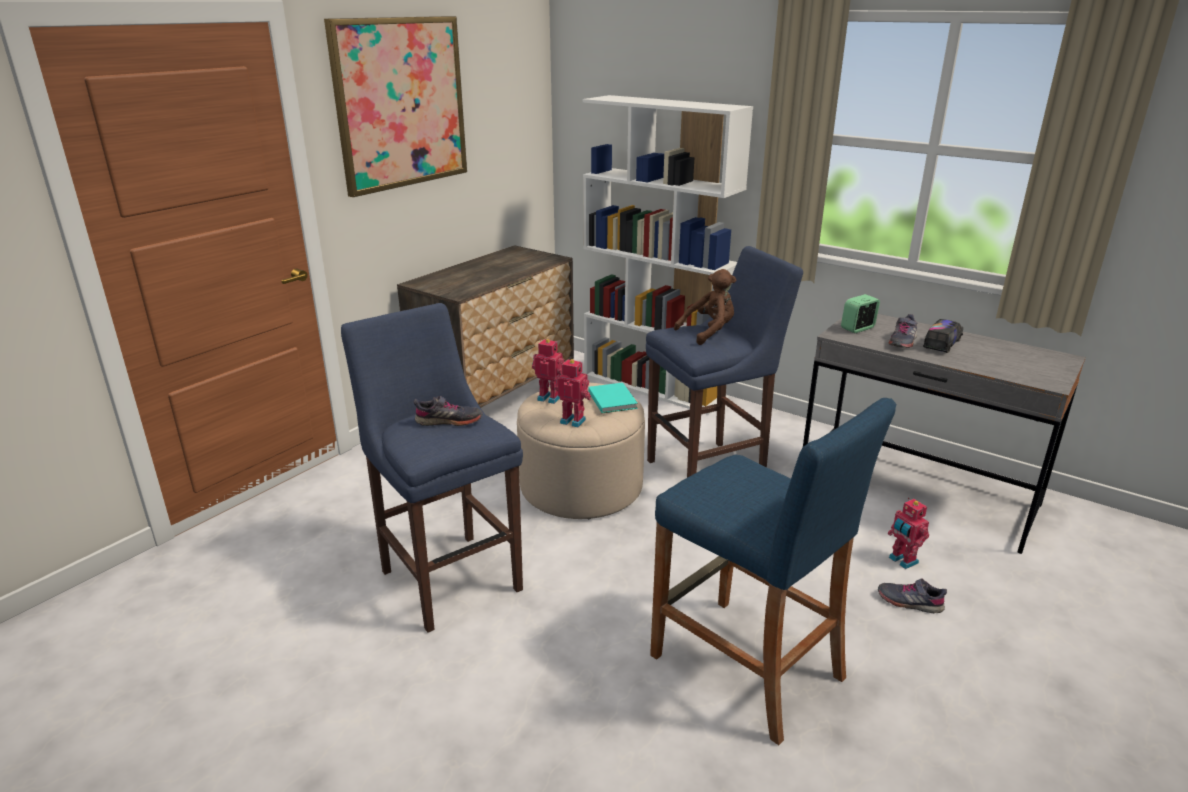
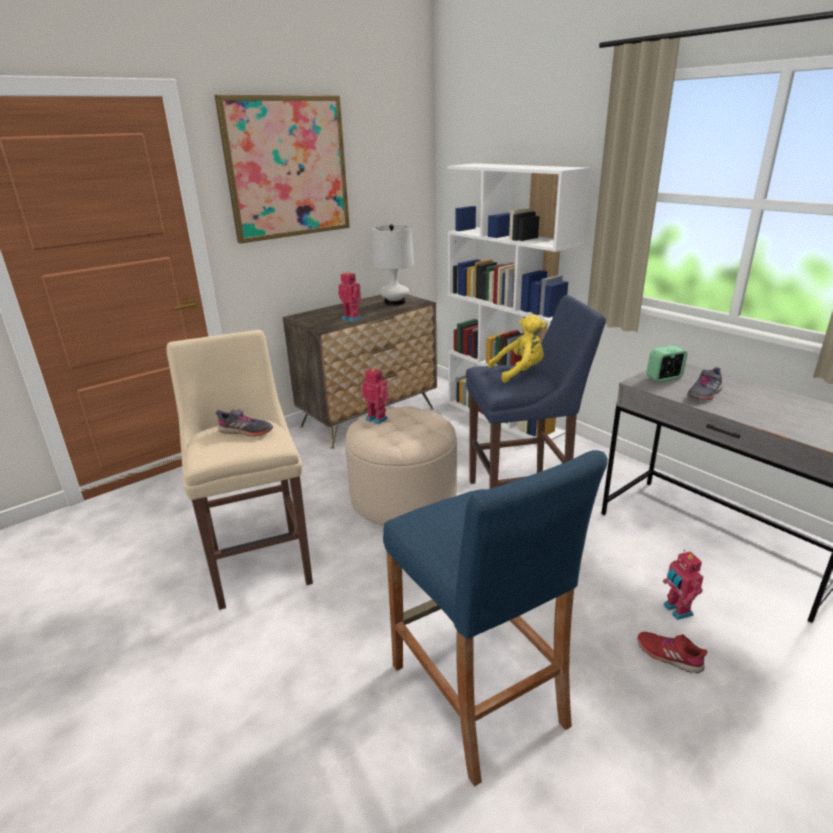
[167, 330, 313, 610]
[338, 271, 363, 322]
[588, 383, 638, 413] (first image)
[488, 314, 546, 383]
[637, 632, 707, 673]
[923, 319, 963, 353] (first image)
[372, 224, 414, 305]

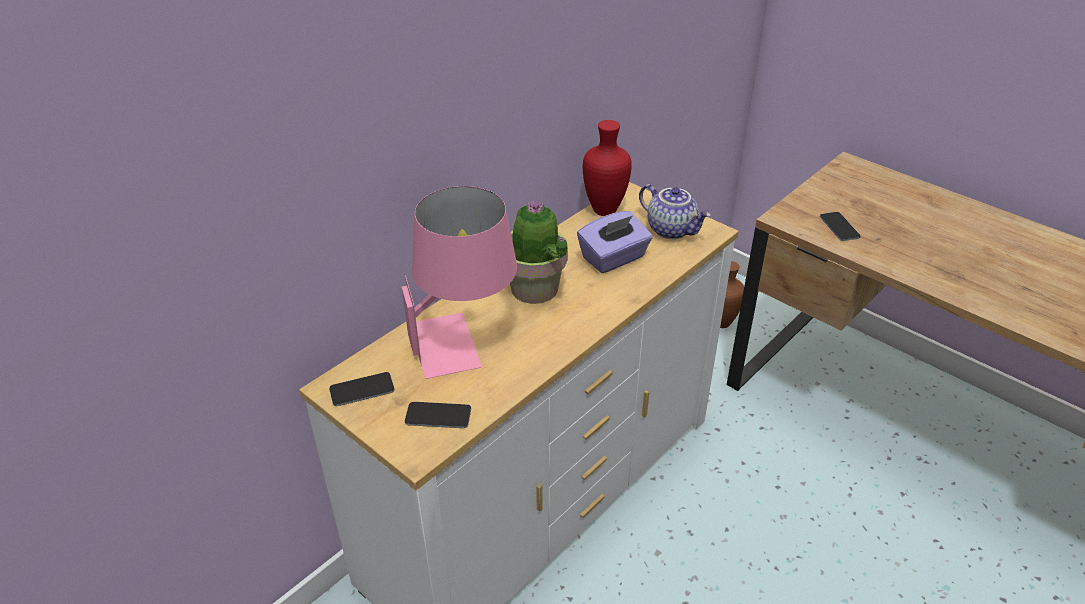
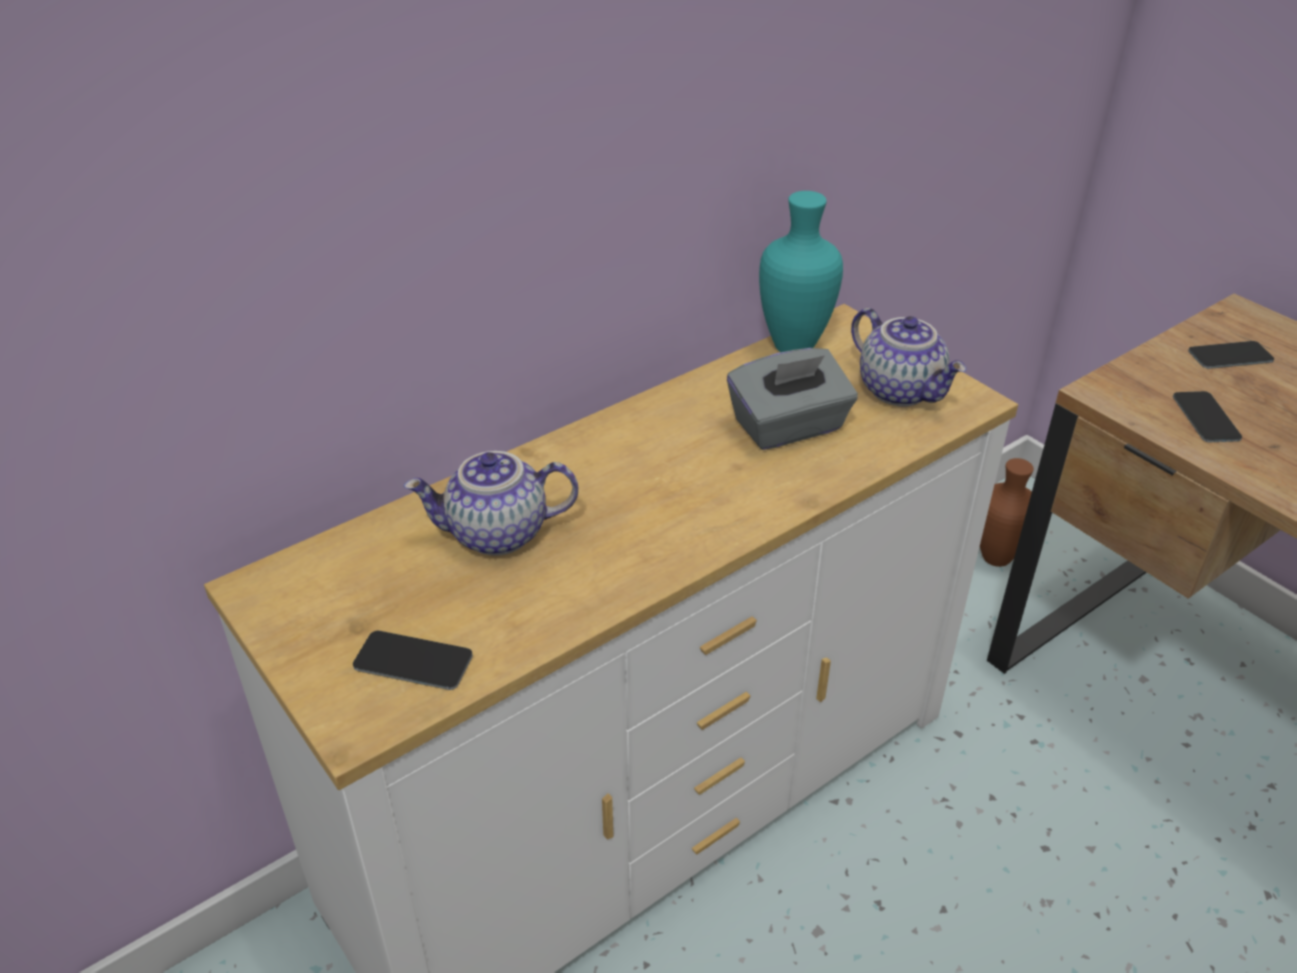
[1188, 341, 1274, 369]
[404, 451, 578, 556]
[510, 200, 568, 304] (first image)
[727, 348, 858, 450]
[759, 191, 843, 352]

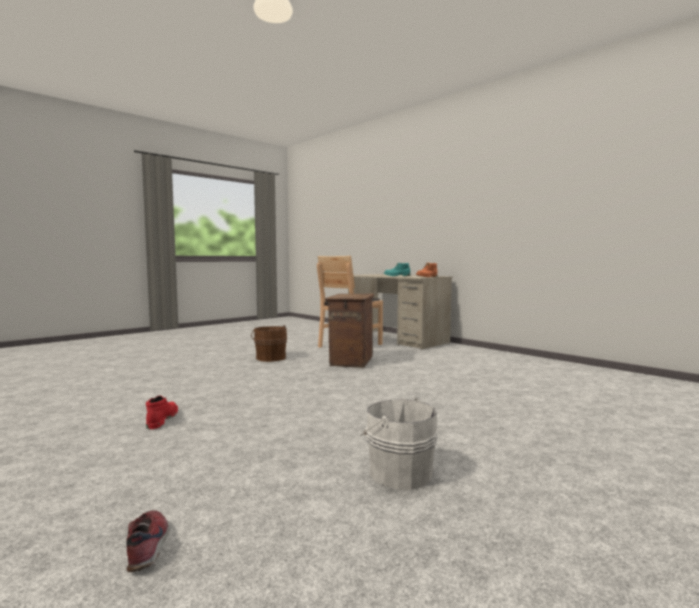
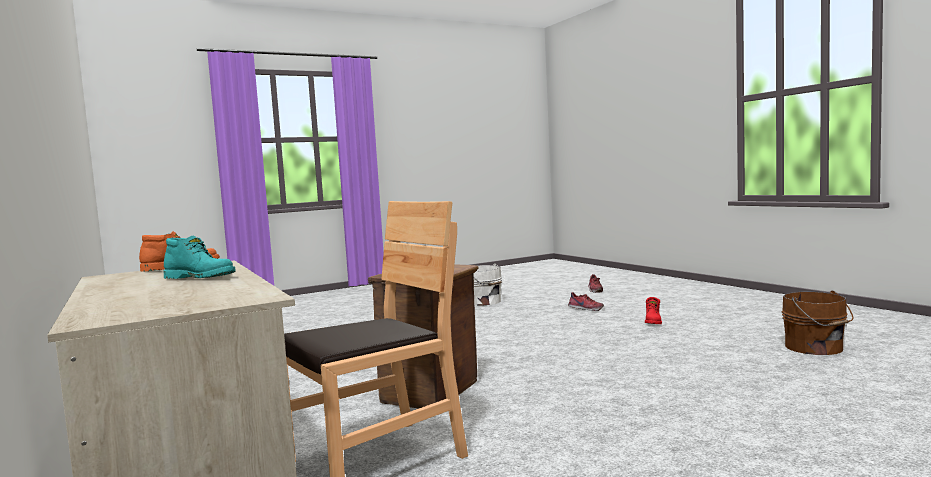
[781, 291, 854, 355]
[568, 292, 604, 311]

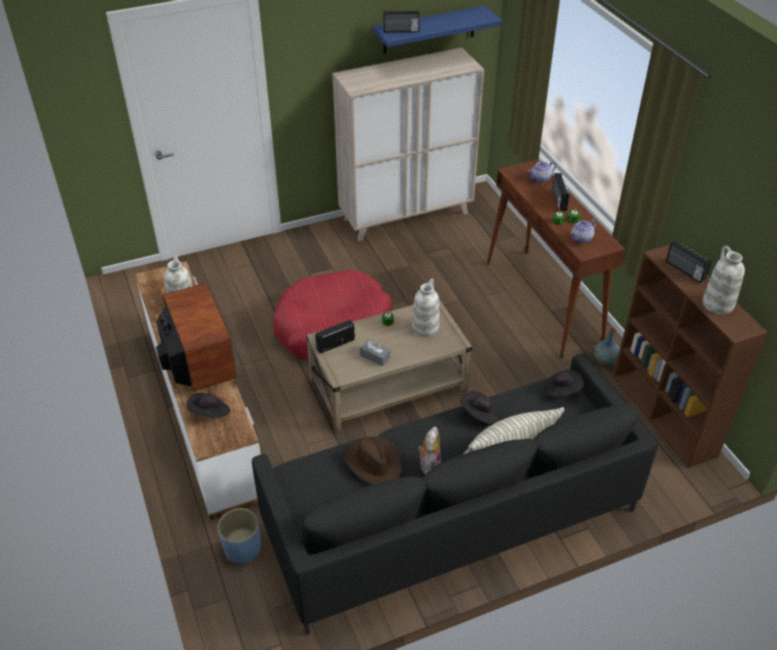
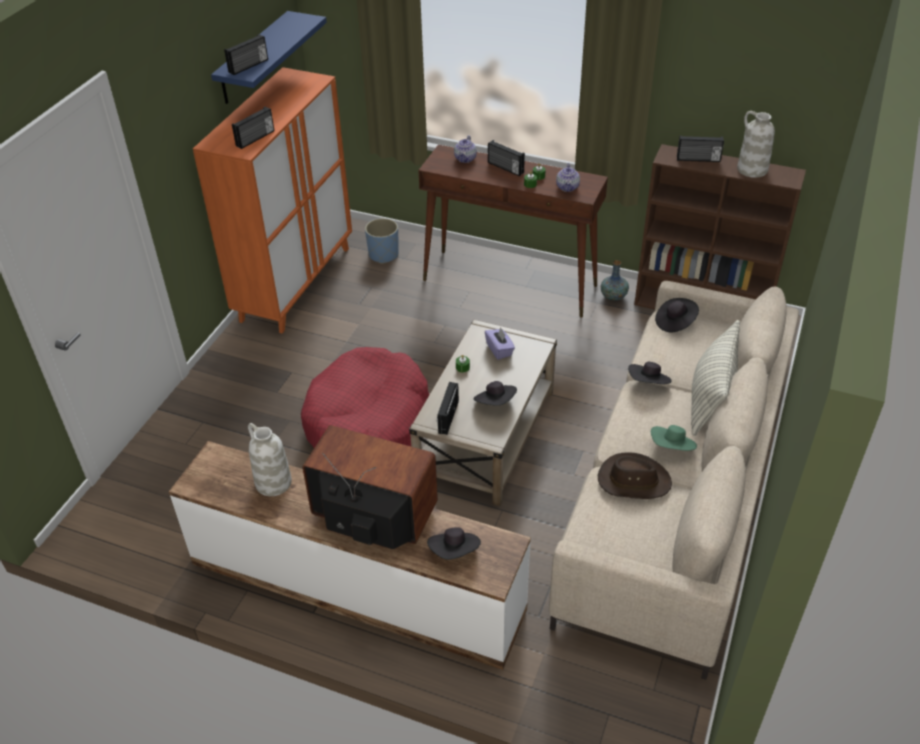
[365, 218, 399, 264]
[549, 281, 799, 680]
[193, 67, 352, 333]
[474, 381, 517, 406]
[485, 327, 515, 360]
[651, 425, 697, 451]
[232, 107, 274, 149]

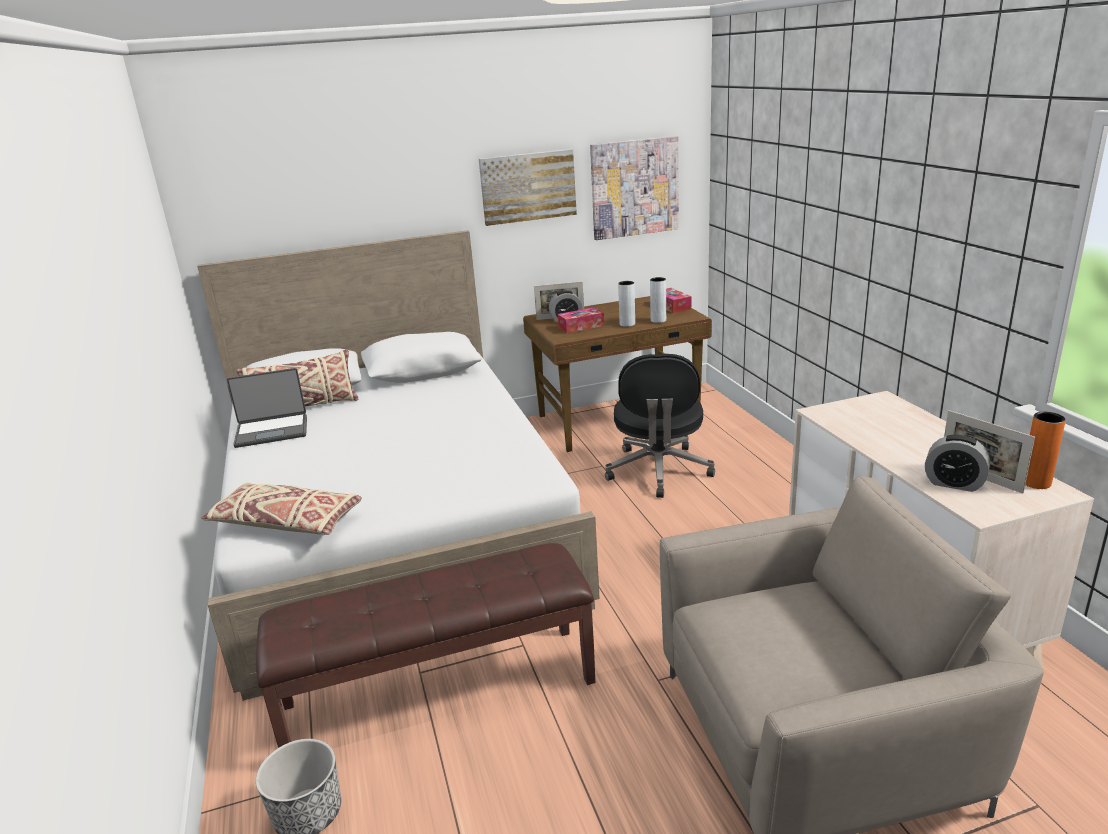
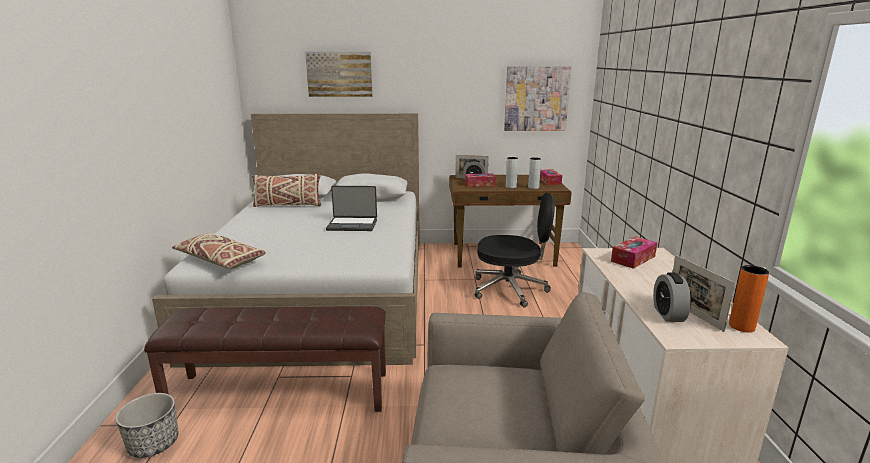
[326, 186, 377, 231]
[305, 52, 372, 97]
[475, 193, 555, 307]
[653, 272, 691, 322]
[611, 237, 657, 269]

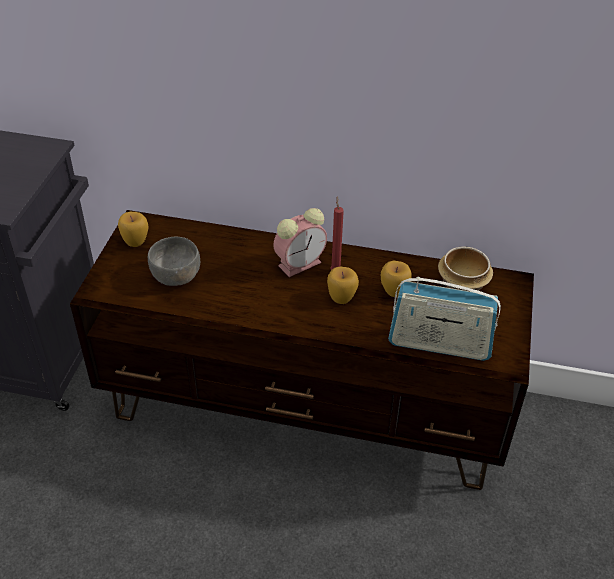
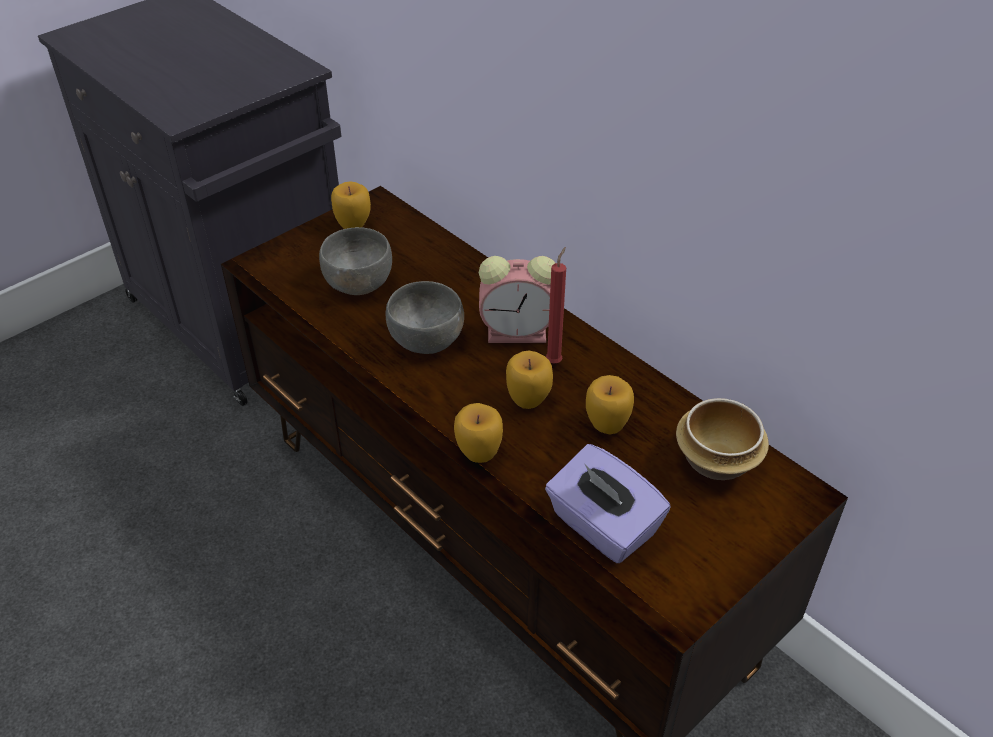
[545, 444, 671, 563]
[385, 281, 464, 354]
[454, 403, 503, 463]

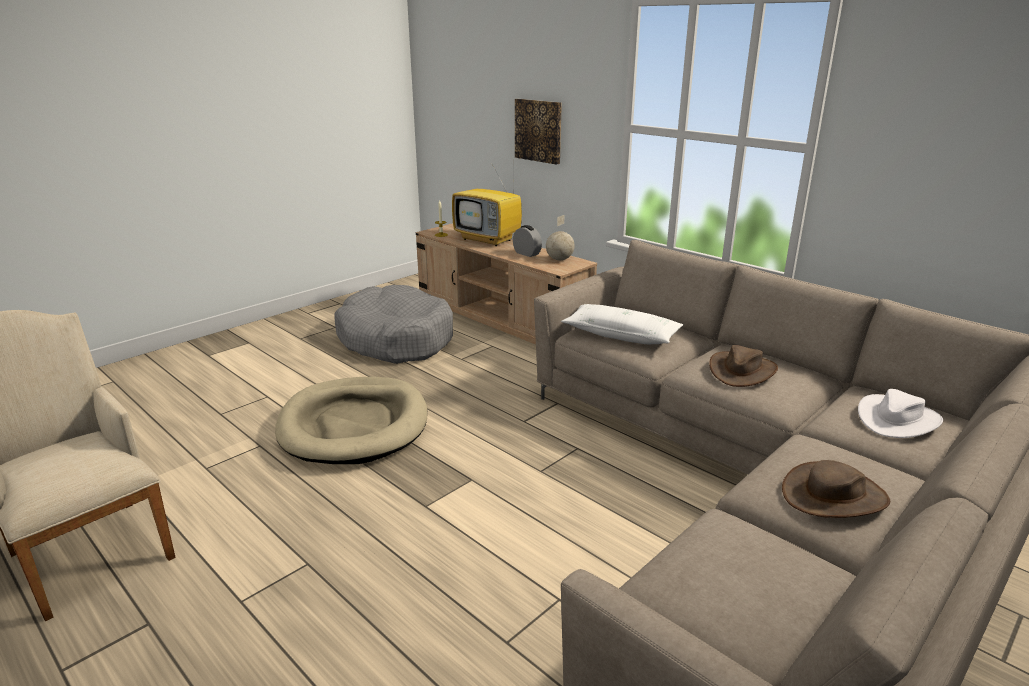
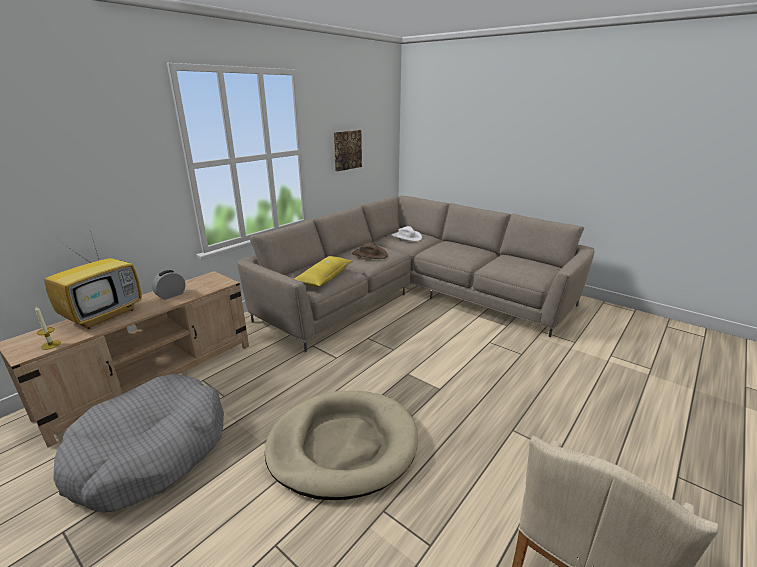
[334, 130, 362, 171]
[546, 215, 575, 260] (first image)
[294, 256, 352, 287]
[782, 460, 890, 518] (first image)

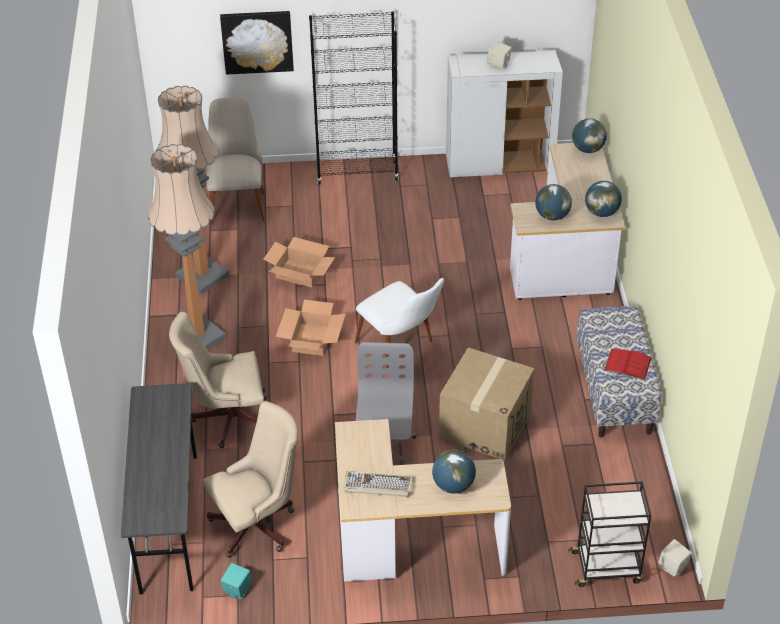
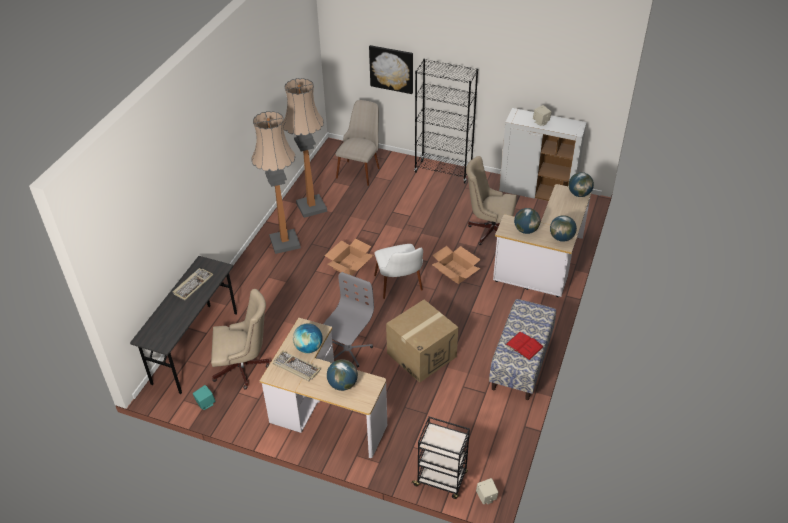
[466, 156, 517, 245]
[432, 246, 481, 284]
[173, 268, 213, 300]
[293, 324, 323, 353]

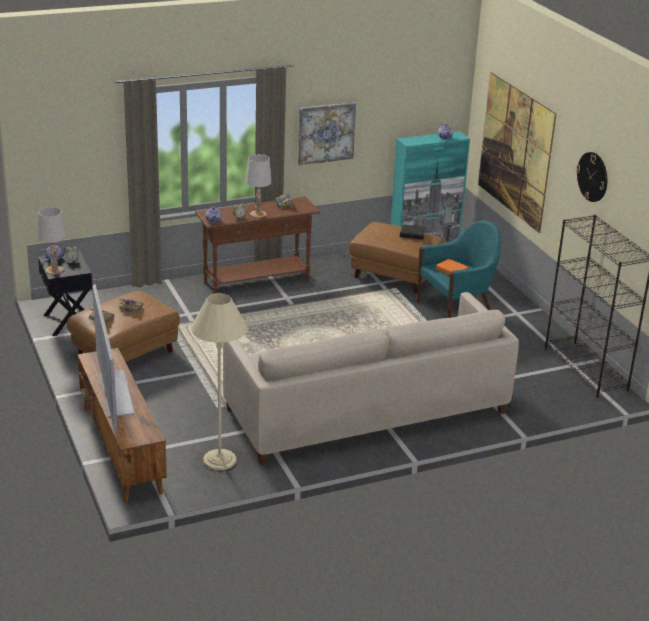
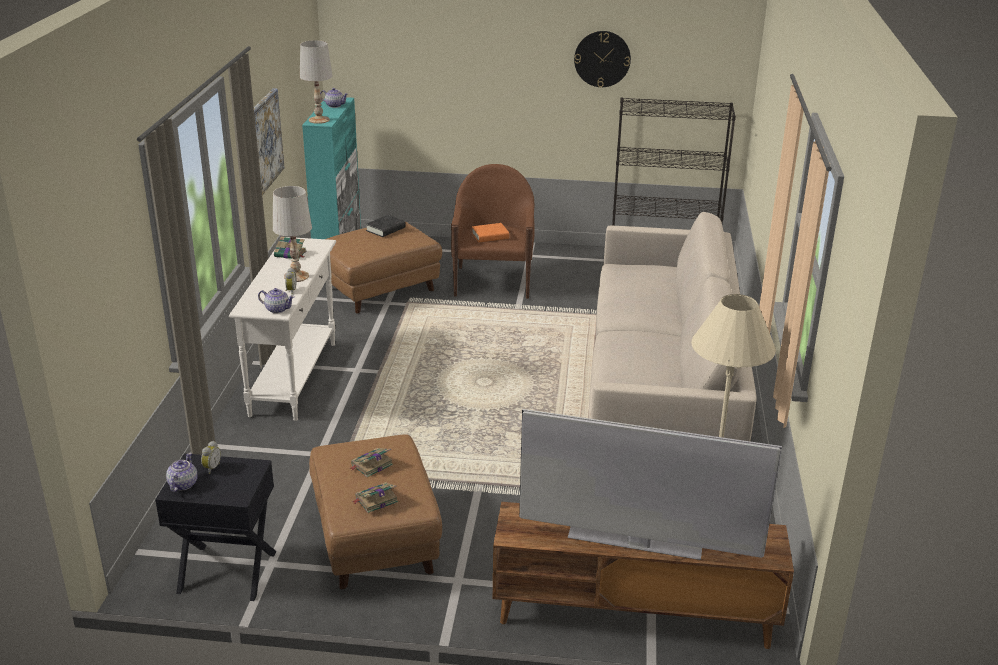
[300, 40, 333, 124]
[229, 237, 336, 421]
[451, 164, 535, 299]
[478, 73, 556, 233] (first image)

